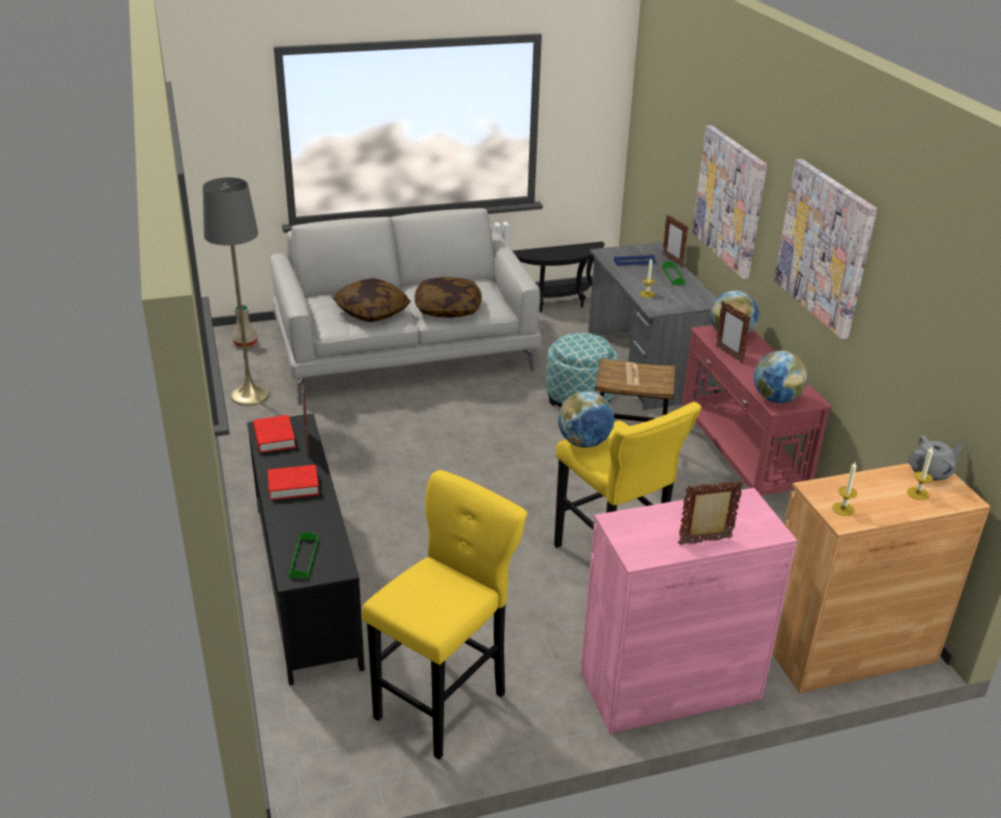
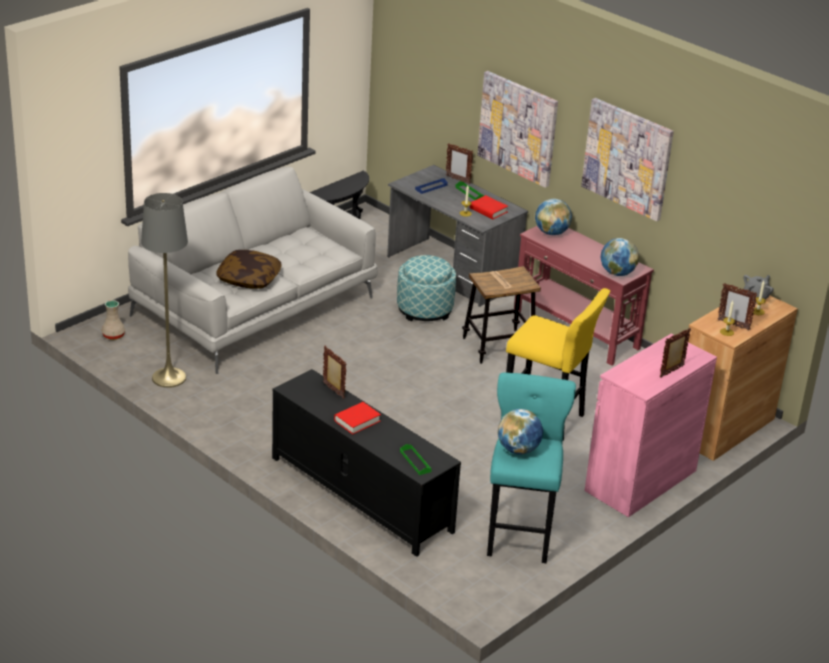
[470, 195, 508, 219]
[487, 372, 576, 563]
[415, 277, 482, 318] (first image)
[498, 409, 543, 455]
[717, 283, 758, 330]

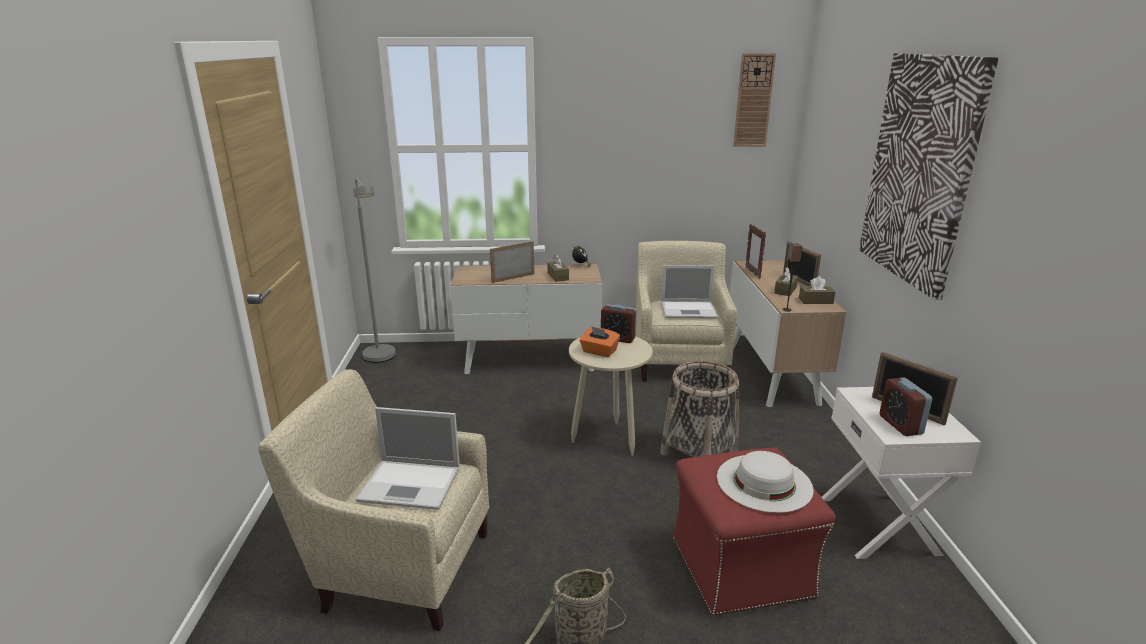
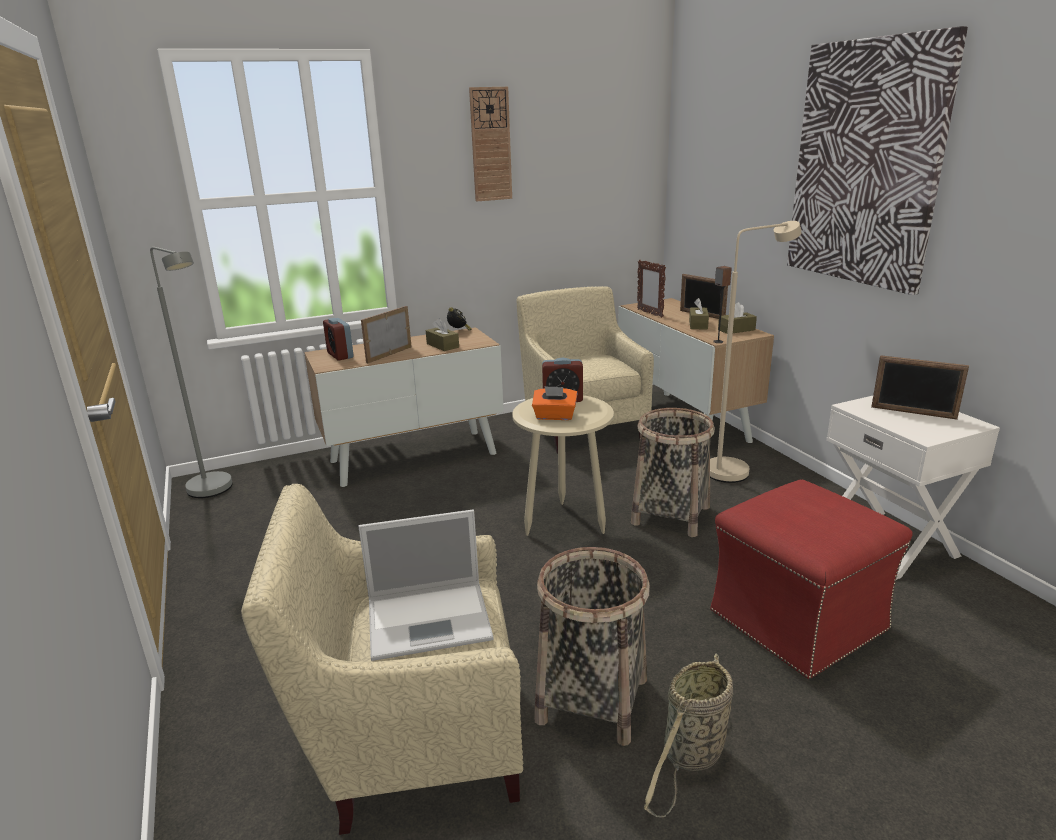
[661, 265, 718, 319] (first image)
[717, 451, 813, 513] (first image)
[469, 87, 512, 201]
[323, 318, 354, 361]
[534, 547, 650, 746]
[710, 221, 802, 483]

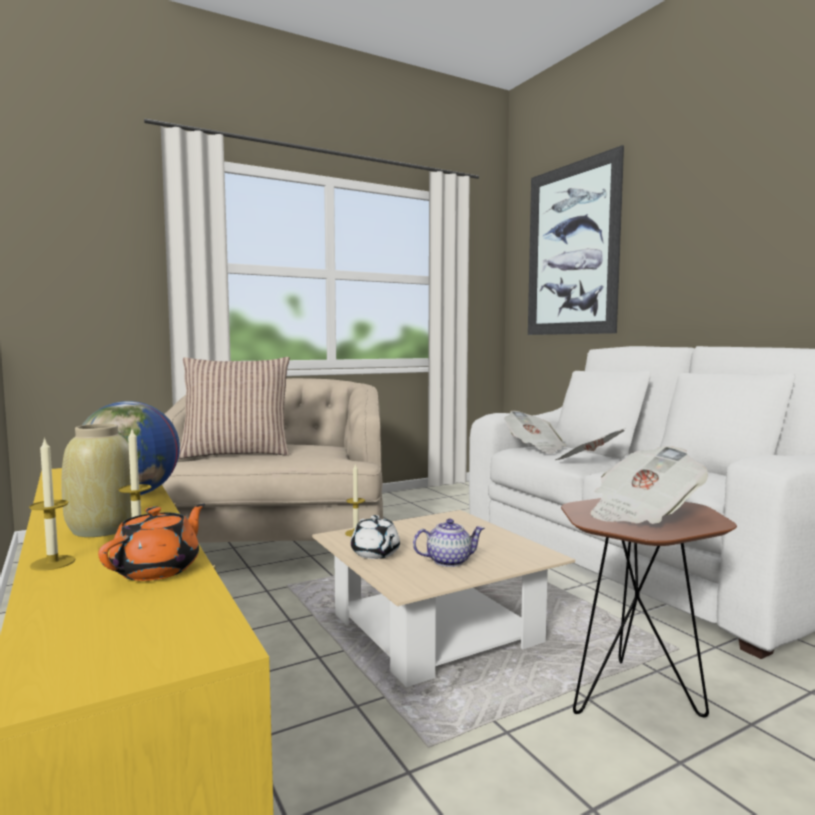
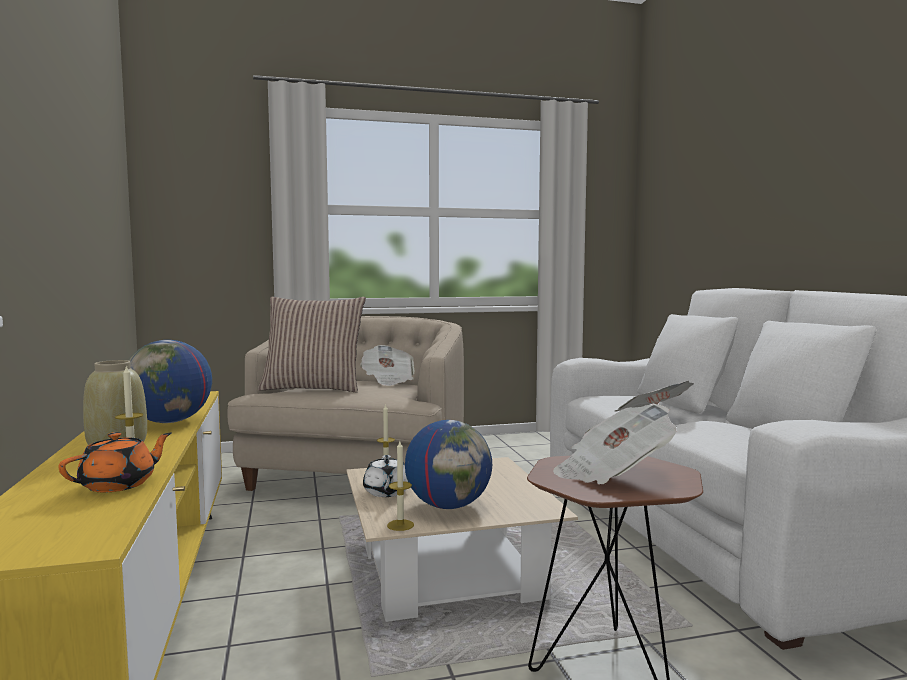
[387, 441, 414, 531]
[405, 420, 492, 509]
[360, 345, 414, 386]
[528, 145, 624, 335] (first image)

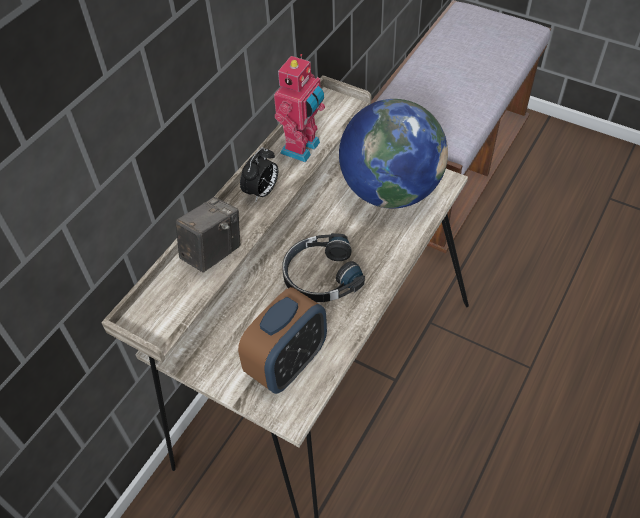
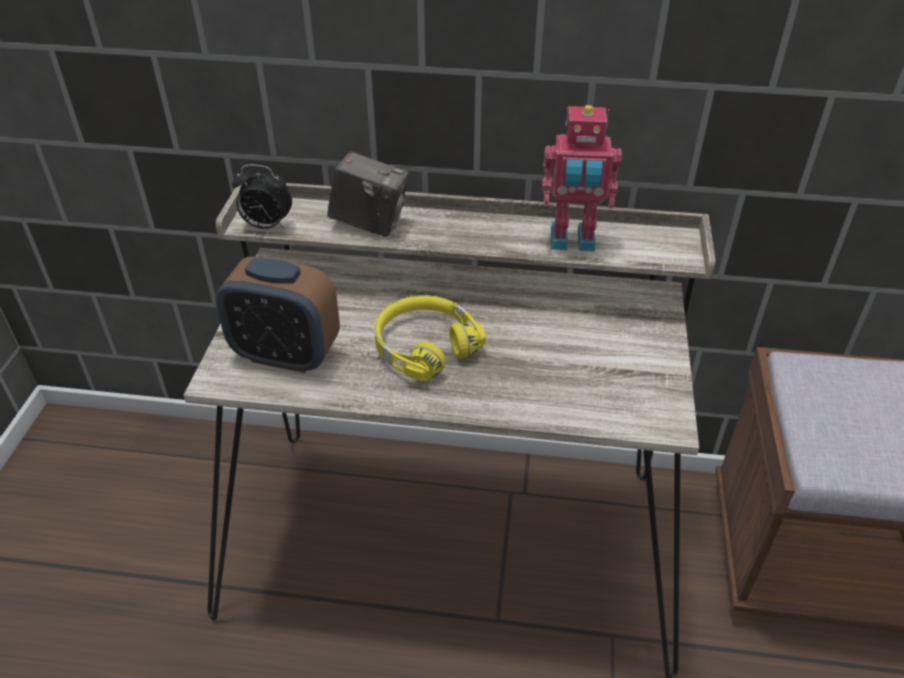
[232, 164, 292, 229]
[374, 295, 486, 381]
[339, 99, 448, 208] (first image)

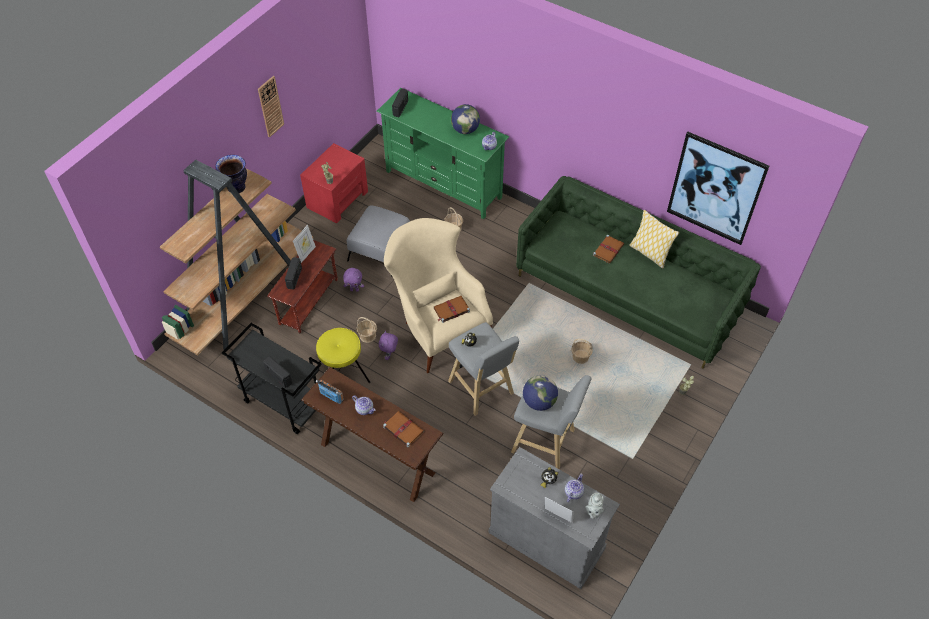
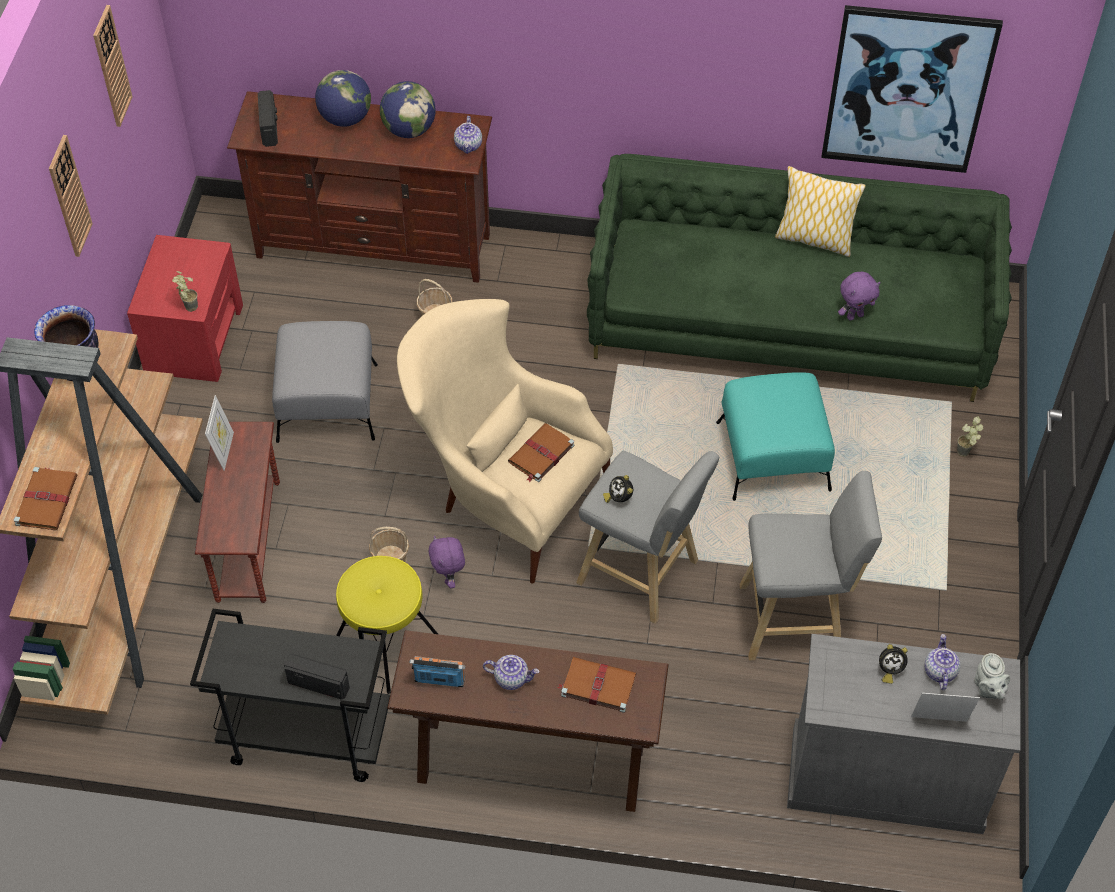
[285, 257, 302, 290] (first image)
[838, 272, 881, 321]
[227, 91, 492, 283]
[315, 70, 371, 127]
[716, 372, 835, 501]
[14, 467, 78, 530]
[93, 5, 133, 127]

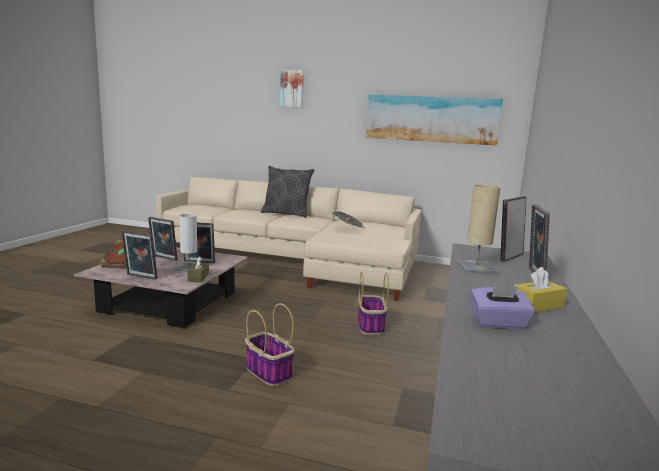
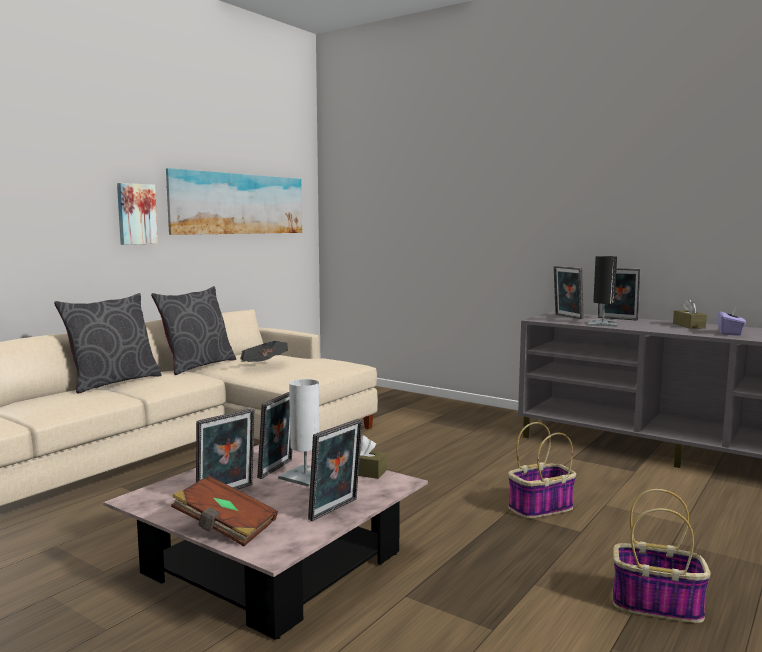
[117, 183, 158, 245]
[613, 489, 711, 623]
[589, 256, 618, 327]
[673, 299, 707, 329]
[151, 286, 236, 375]

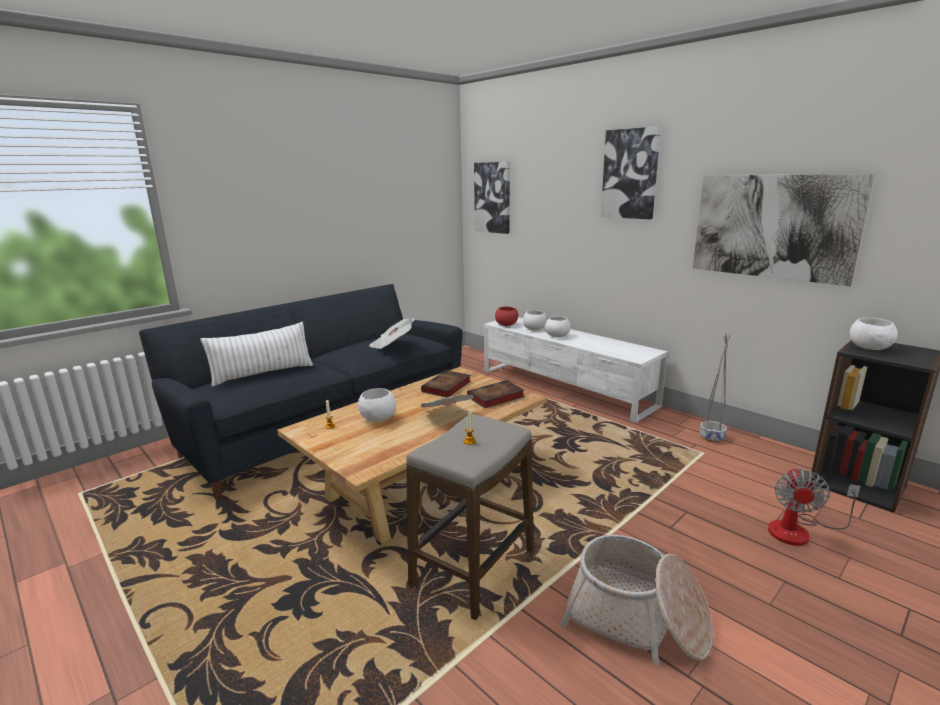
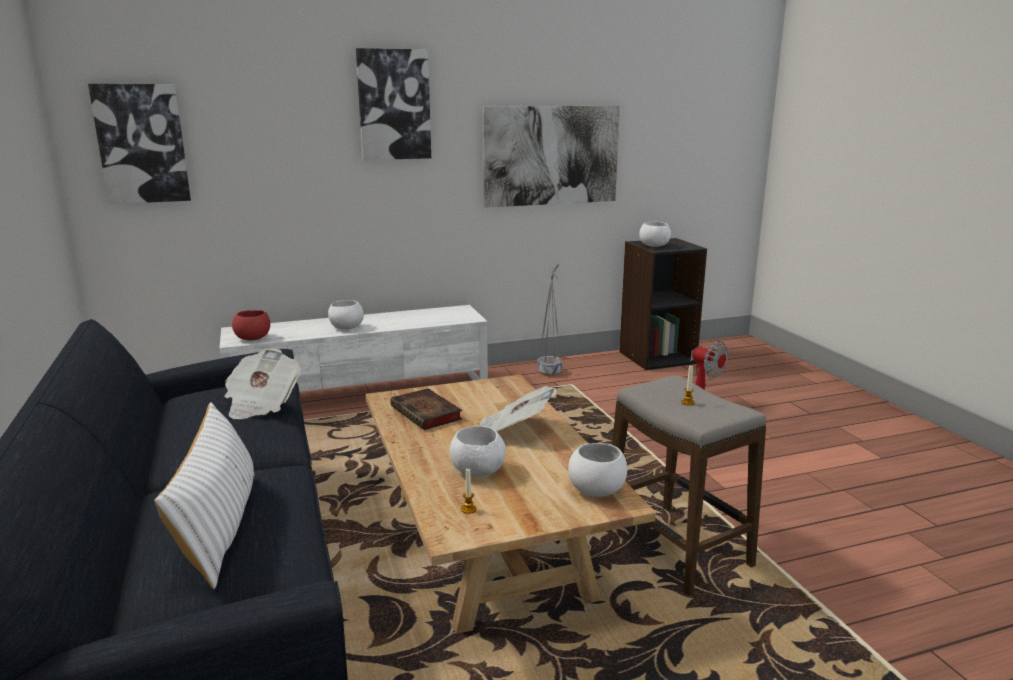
[467, 380, 525, 408] (first image)
[568, 443, 627, 497]
[560, 535, 713, 666] (first image)

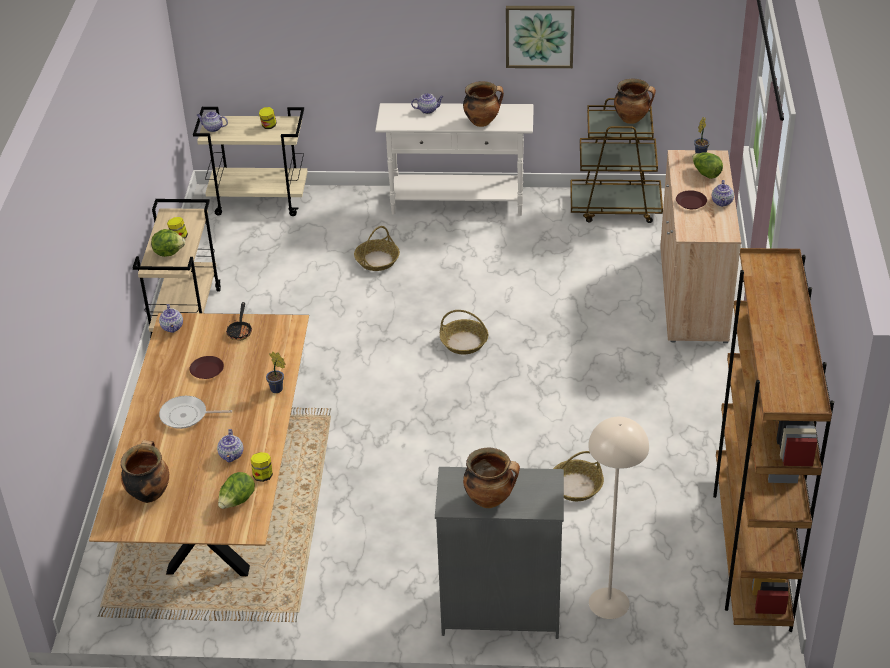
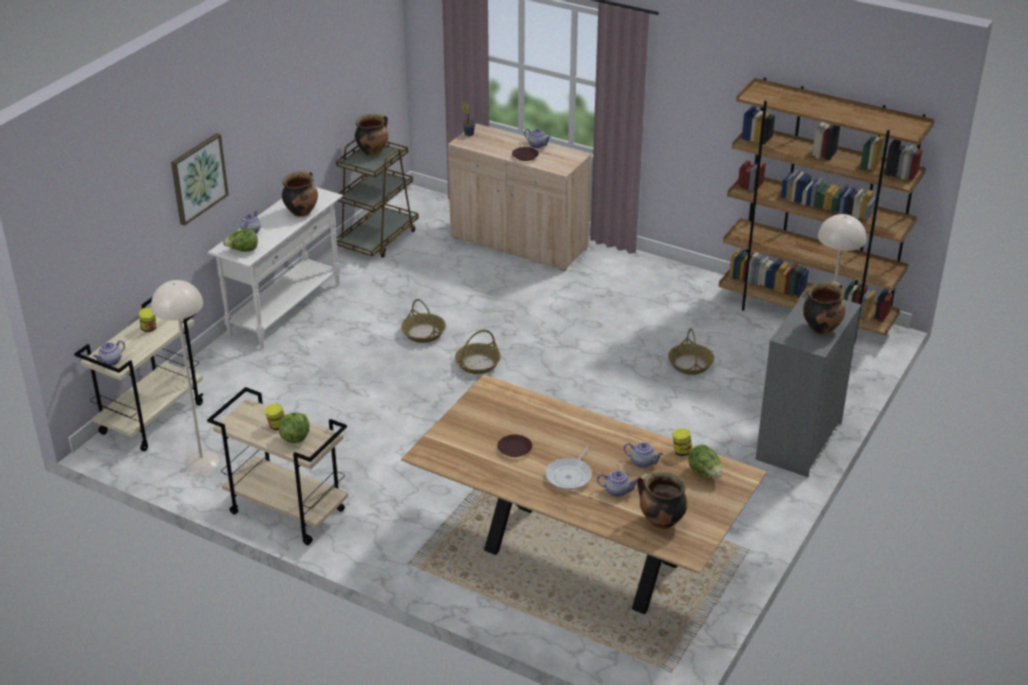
[597, 471, 637, 497]
[226, 302, 252, 341] (first image)
[266, 351, 285, 393] (first image)
[401, 299, 446, 343]
[171, 133, 229, 226]
[223, 229, 258, 252]
[151, 280, 220, 473]

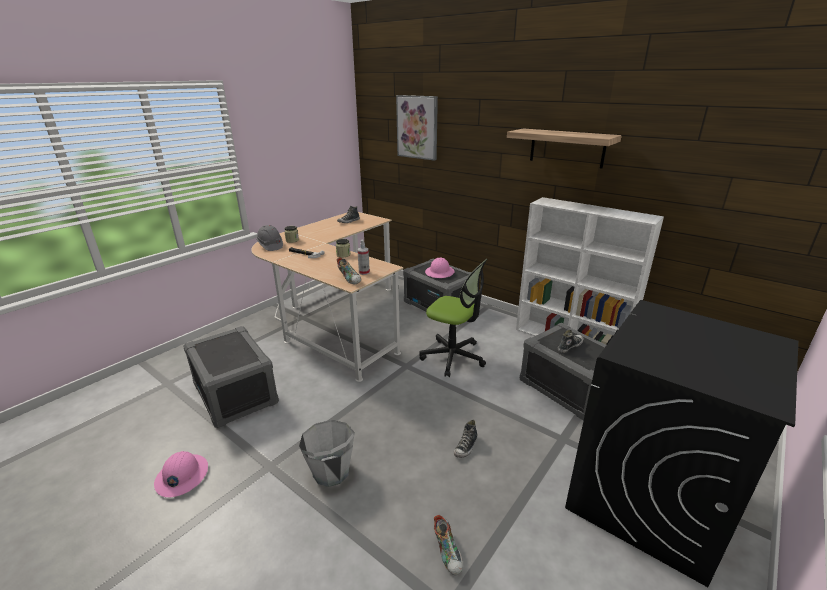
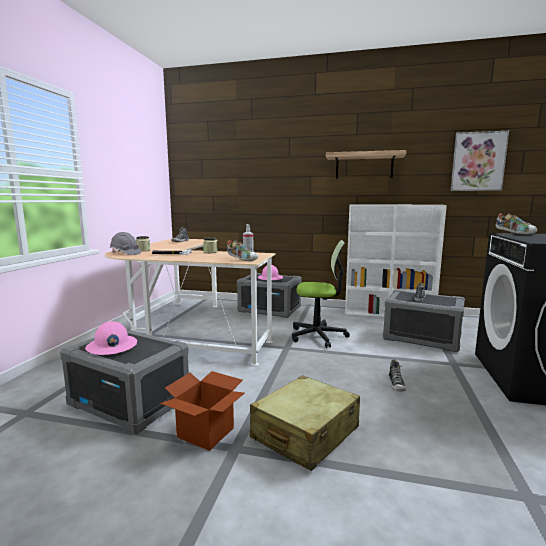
[85, 321, 137, 355]
[250, 375, 360, 471]
[450, 131, 509, 191]
[495, 213, 537, 235]
[160, 371, 245, 451]

